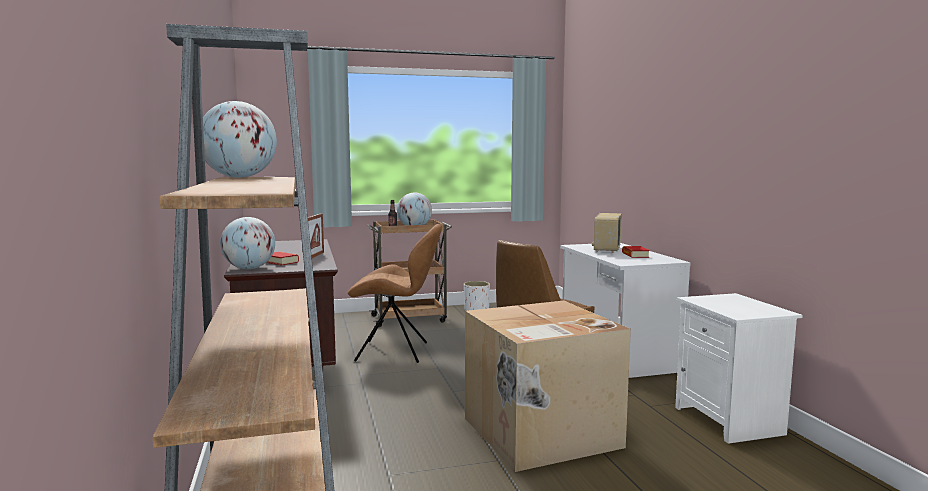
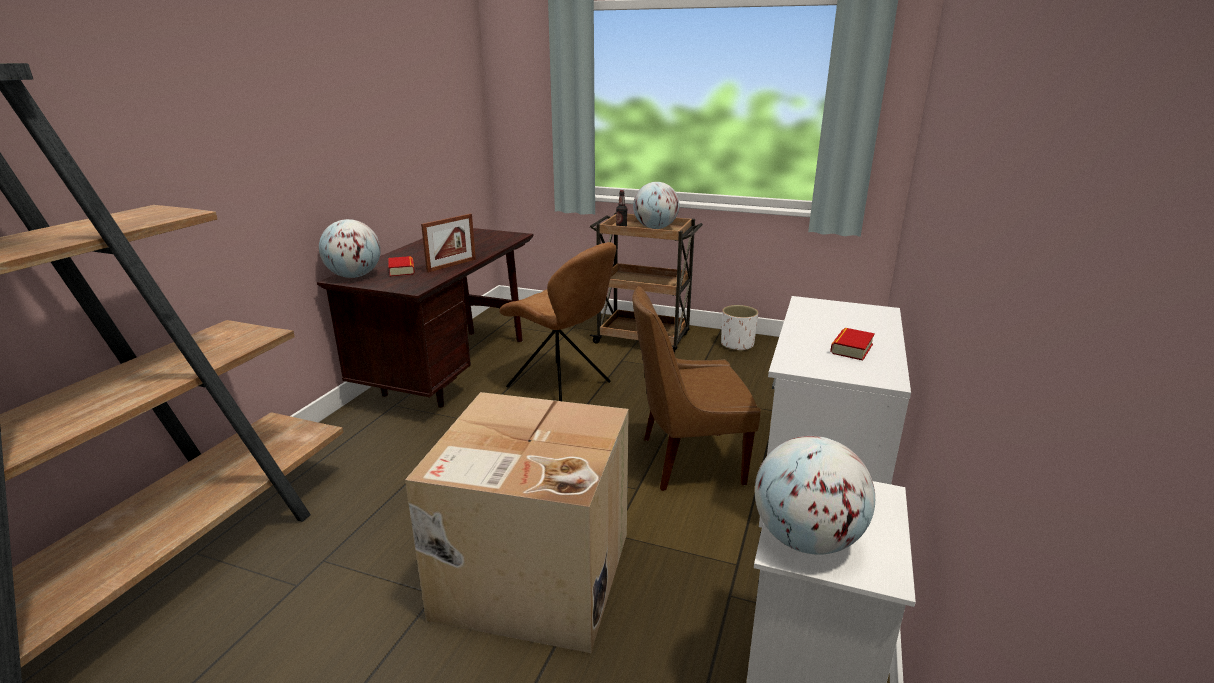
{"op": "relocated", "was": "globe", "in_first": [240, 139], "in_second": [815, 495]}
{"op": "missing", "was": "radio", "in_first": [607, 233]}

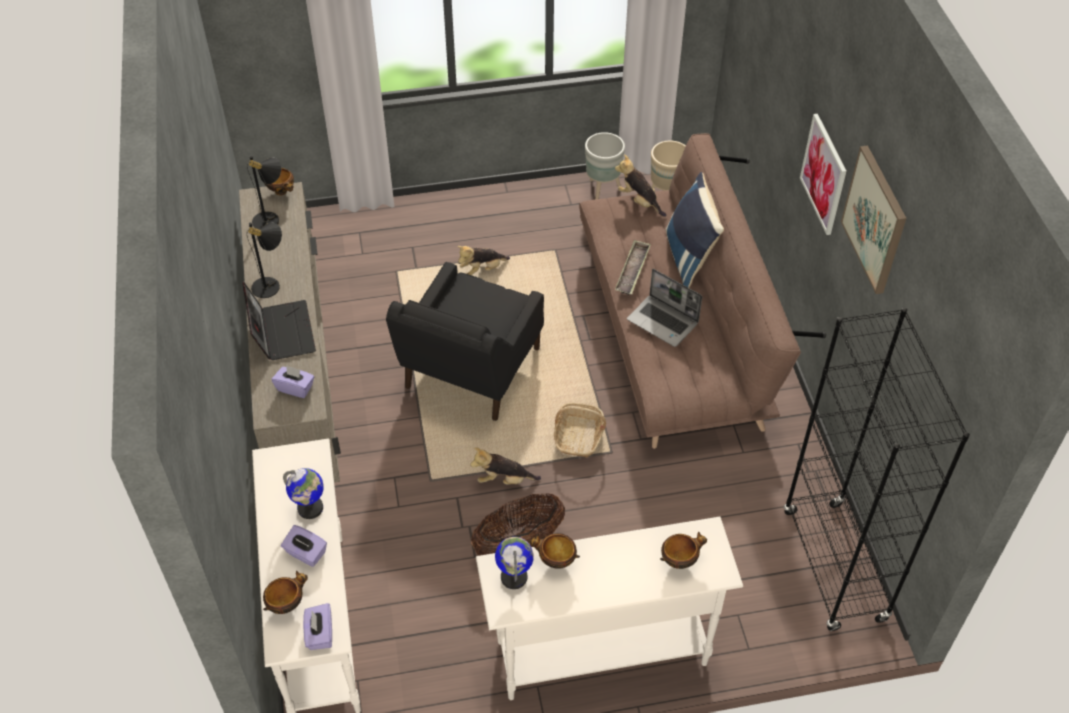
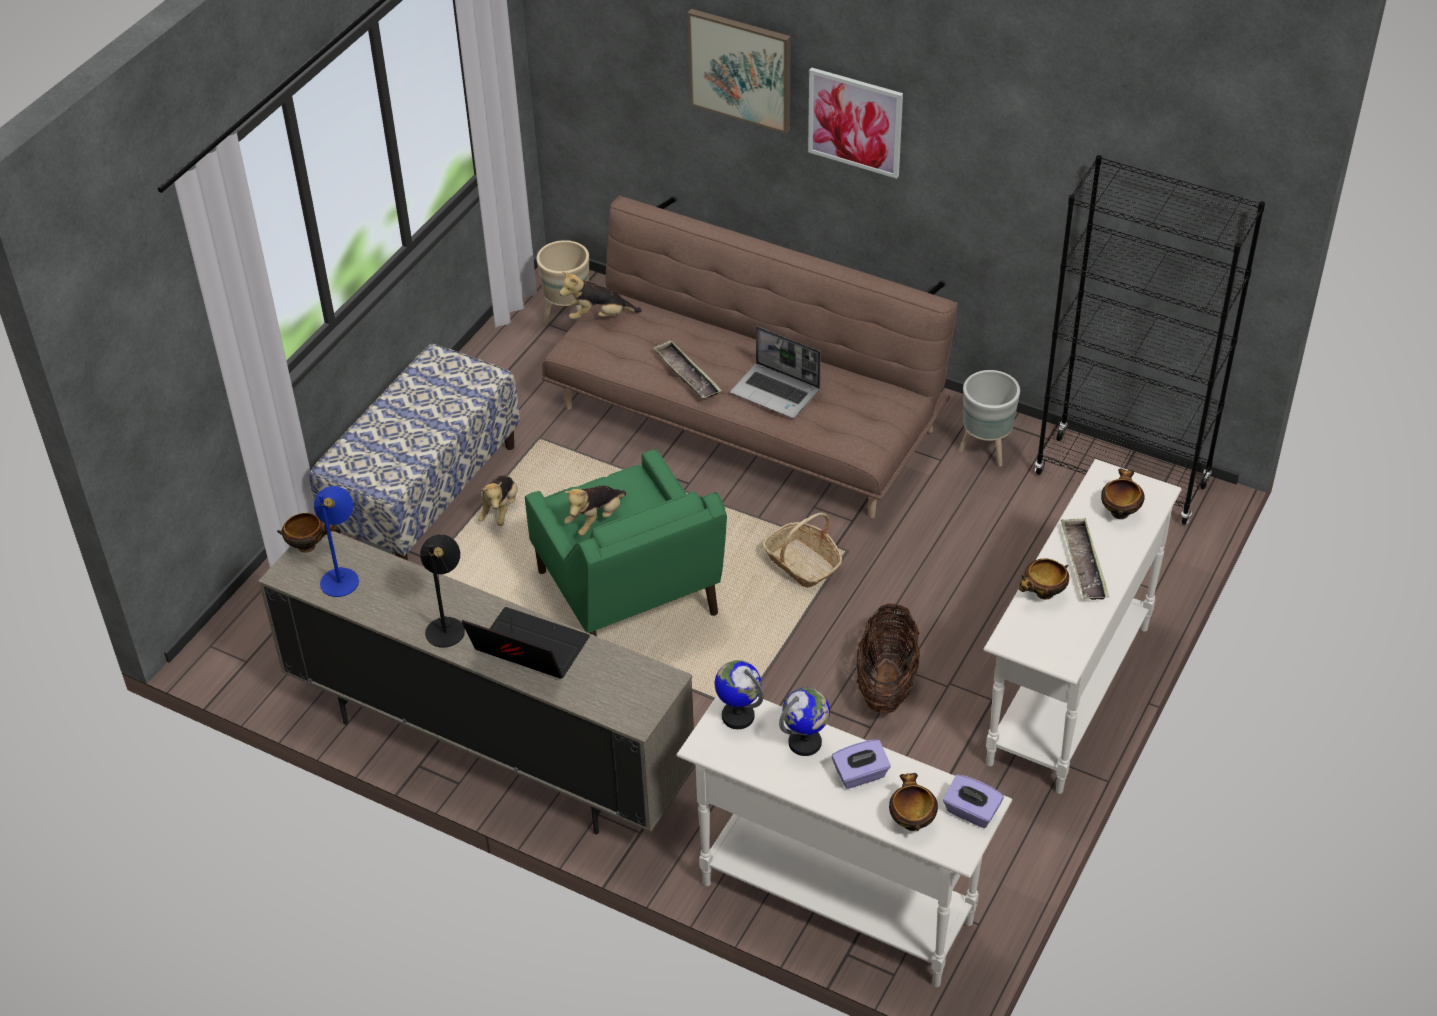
{"op": "colour", "was": "table lamp in black", "now": "table lamp in blue", "in_first": [264, 192], "in_second": [336, 541]}
{"op": "missing", "was": "tissue box in purple", "in_first": [293, 381]}
{"op": "colour", "was": "armchair in black", "now": "armchair in green", "in_first": [465, 341], "in_second": [626, 542]}
{"op": "relocated", "was": "plush toy", "in_first": [505, 466], "in_second": [595, 510]}
{"op": "relocated", "was": "globe", "in_first": [514, 563], "in_second": [739, 694]}
{"op": "relocated", "was": "planter in grey", "in_first": [605, 166], "in_second": [989, 418]}
{"op": "spun", "was": "laptop", "in_first": [664, 308], "in_second": [776, 372], "clockwise": 45}
{"op": "missing", "was": "pillow in blue", "in_first": [695, 230]}
{"op": "relocated", "was": "picture", "in_first": [873, 219], "in_second": [739, 71]}
{"op": "appeared", "now": "bench", "in_second": [414, 452]}
{"op": "appeared", "now": "tray", "in_second": [1085, 559]}

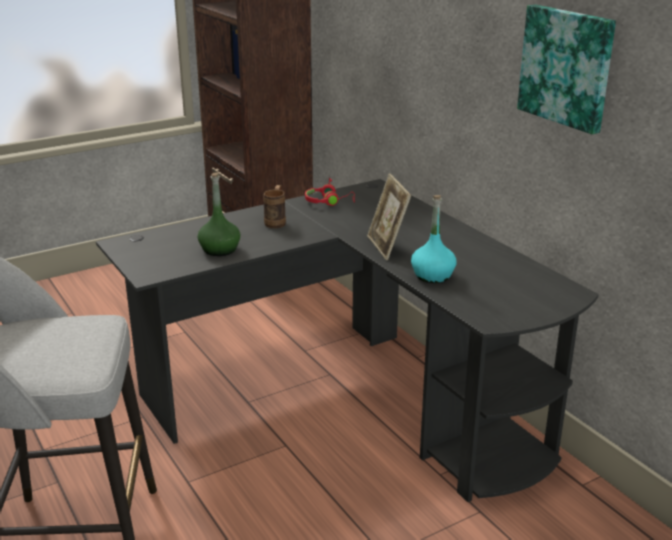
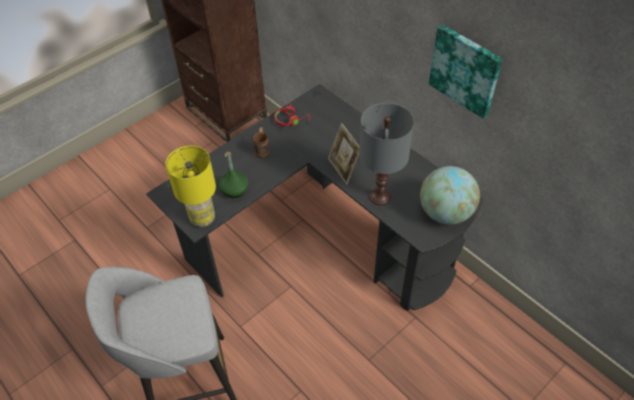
{"op": "exchanged", "was": "bottle in turquoise", "now": "table lamp in grey", "in_first": [433, 239], "in_second": [386, 154]}
{"op": "appeared", "now": "table lamp in yellow", "in_second": [190, 186]}
{"op": "appeared", "now": "globe", "in_second": [450, 195]}

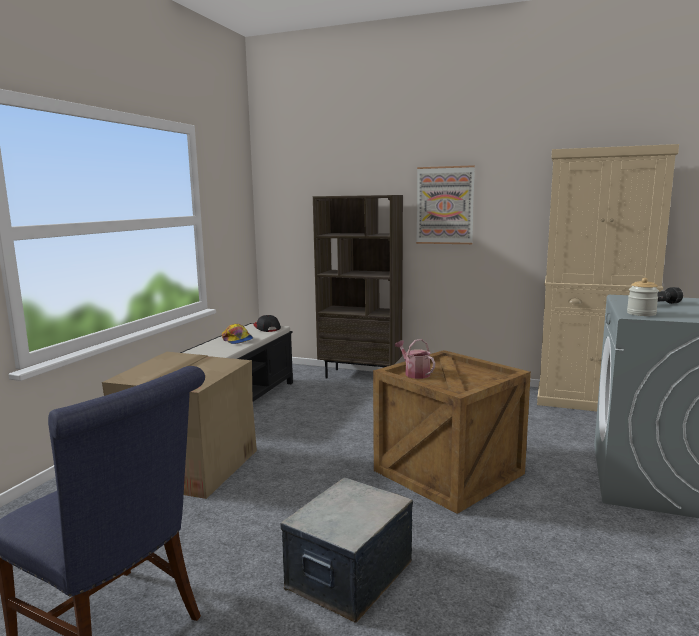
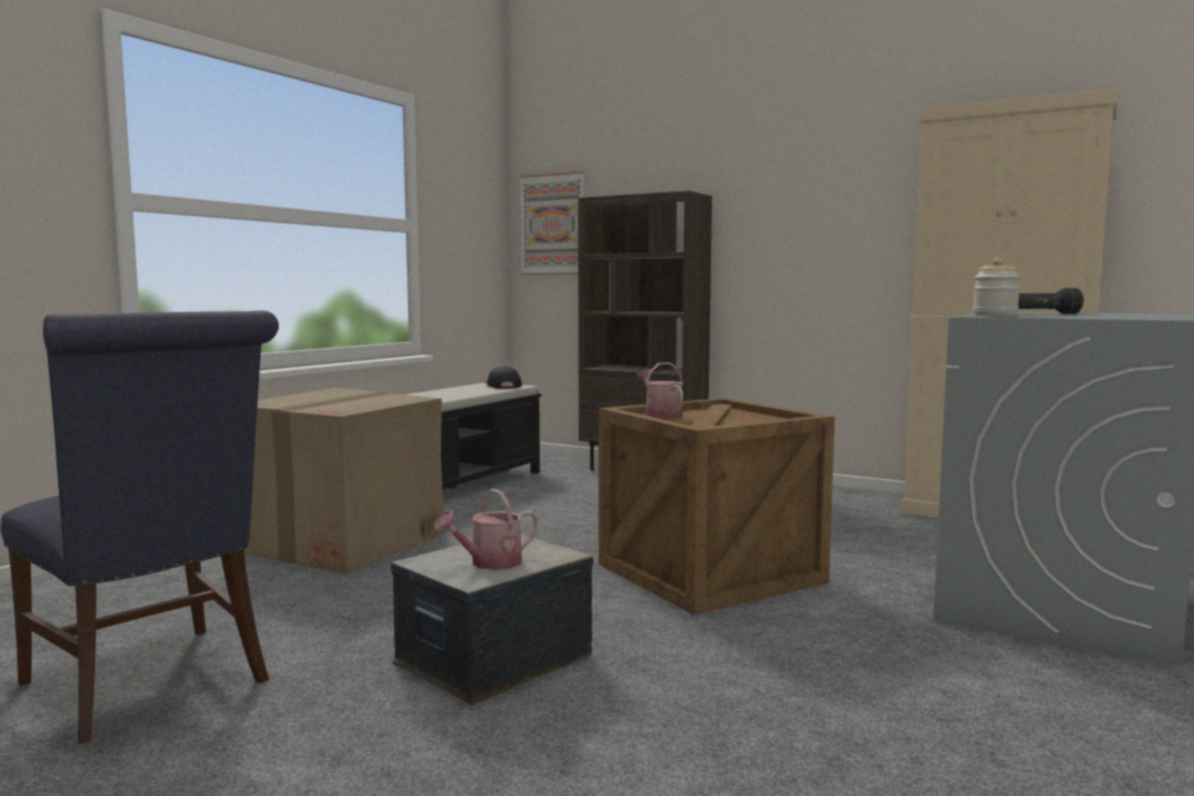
{"op": "missing", "was": "cap", "in_first": [237, 334]}
{"op": "relocated", "was": "picture", "in_first": [445, 204], "in_second": [552, 223]}
{"op": "appeared", "now": "watering can", "in_second": [486, 529]}

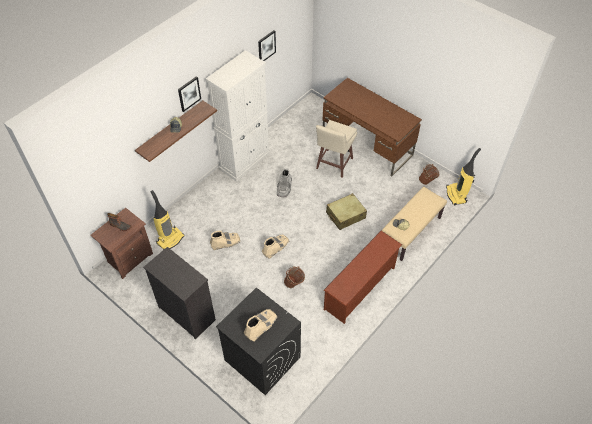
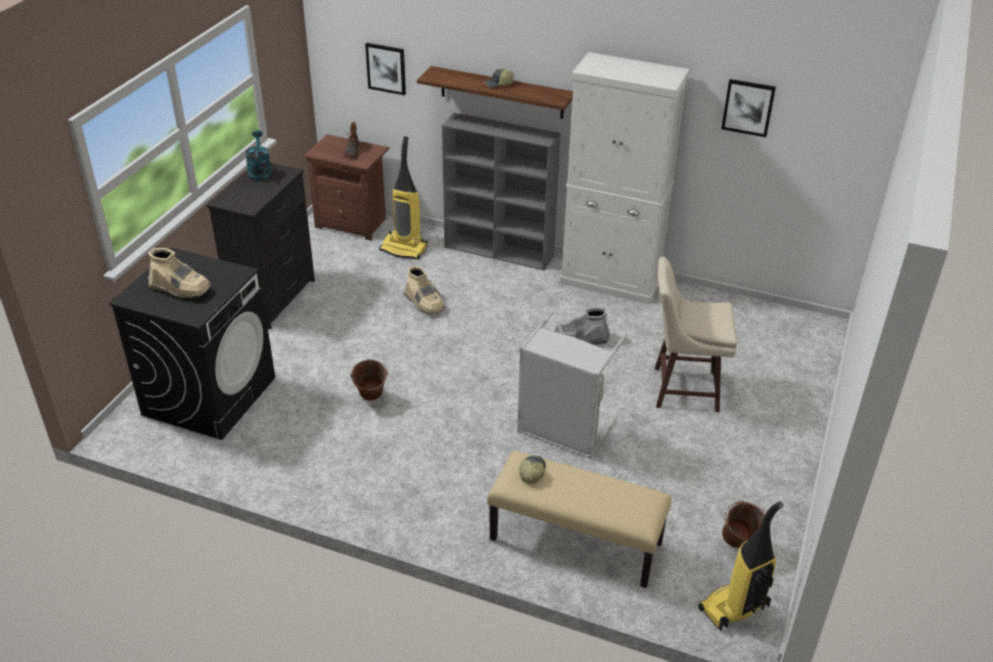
{"op": "relocated", "was": "picture", "in_first": [189, 94], "in_second": [385, 69]}
{"op": "missing", "was": "boot in beige", "in_first": [275, 247]}
{"op": "missing", "was": "desk in brown", "in_first": [372, 127]}
{"op": "missing", "was": "shoe rack in brown", "in_first": [363, 277]}
{"op": "exchanged", "was": "suitcase in beige", "now": "laundry basket in grey", "in_first": [346, 211], "in_second": [571, 385]}
{"op": "appeared", "now": "watering can in turquoise", "in_second": [258, 155]}
{"op": "appeared", "now": "bookcase in grey", "in_second": [501, 192]}

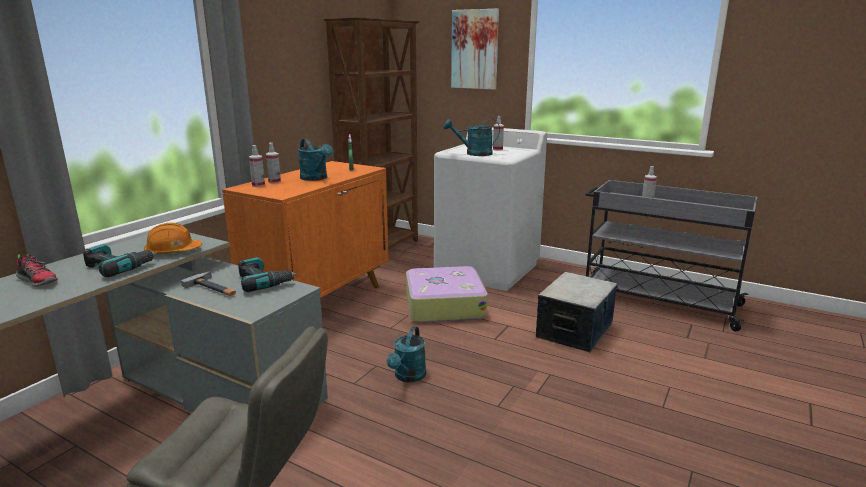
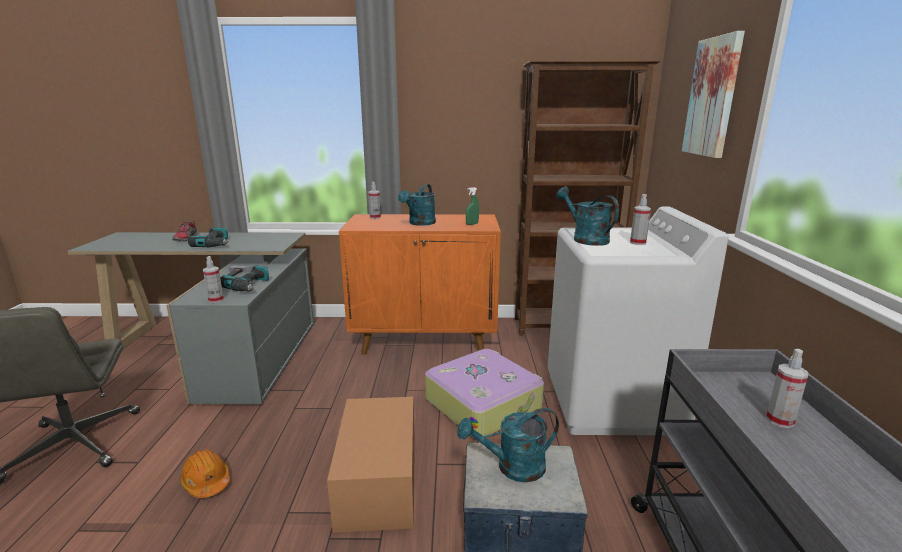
{"op": "relocated", "was": "hard hat in orange", "in_first": [173, 238], "in_second": [205, 473]}
{"op": "relocated", "was": "spray bottle", "in_first": [273, 163], "in_second": [213, 279]}
{"op": "relocated", "was": "watering can in turquoise", "in_first": [406, 354], "in_second": [508, 445]}
{"op": "appeared", "now": "cardboard box", "in_second": [371, 465]}

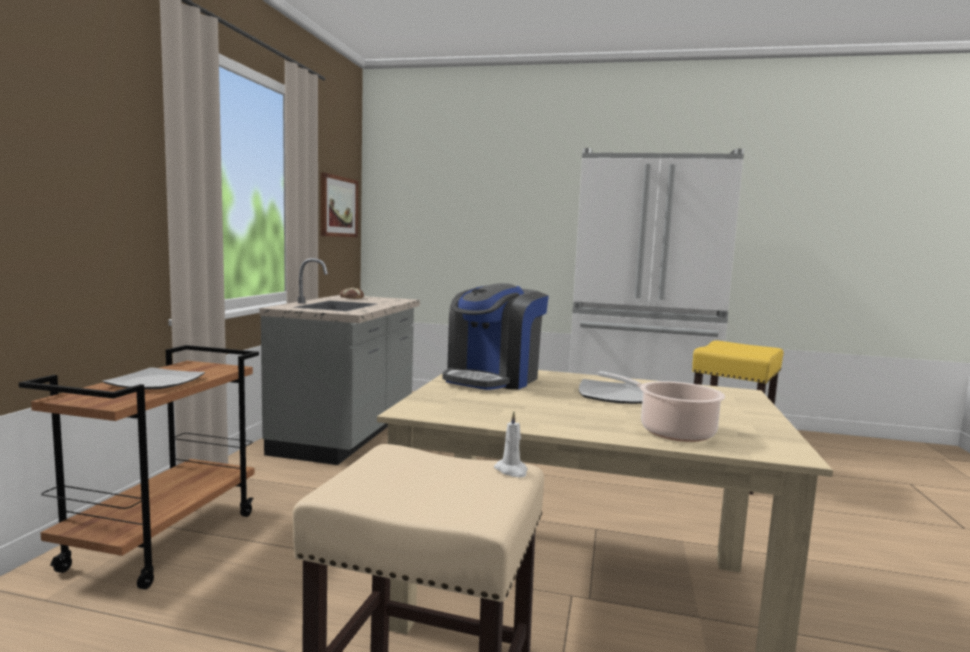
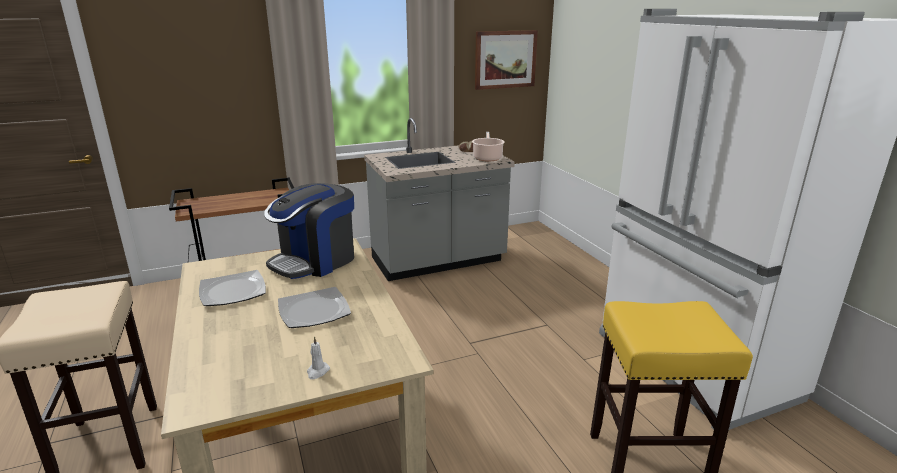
{"op": "relocated", "was": "plate", "in_first": [153, 378], "in_second": [232, 288]}
{"op": "spun", "was": "coffee machine", "in_first": [495, 336], "in_second": [309, 231], "clockwise": -45}
{"op": "relocated", "was": "candle in white", "in_first": [511, 444], "in_second": [318, 358]}
{"op": "relocated", "was": "cooking pot", "in_first": [661, 406], "in_second": [488, 146]}

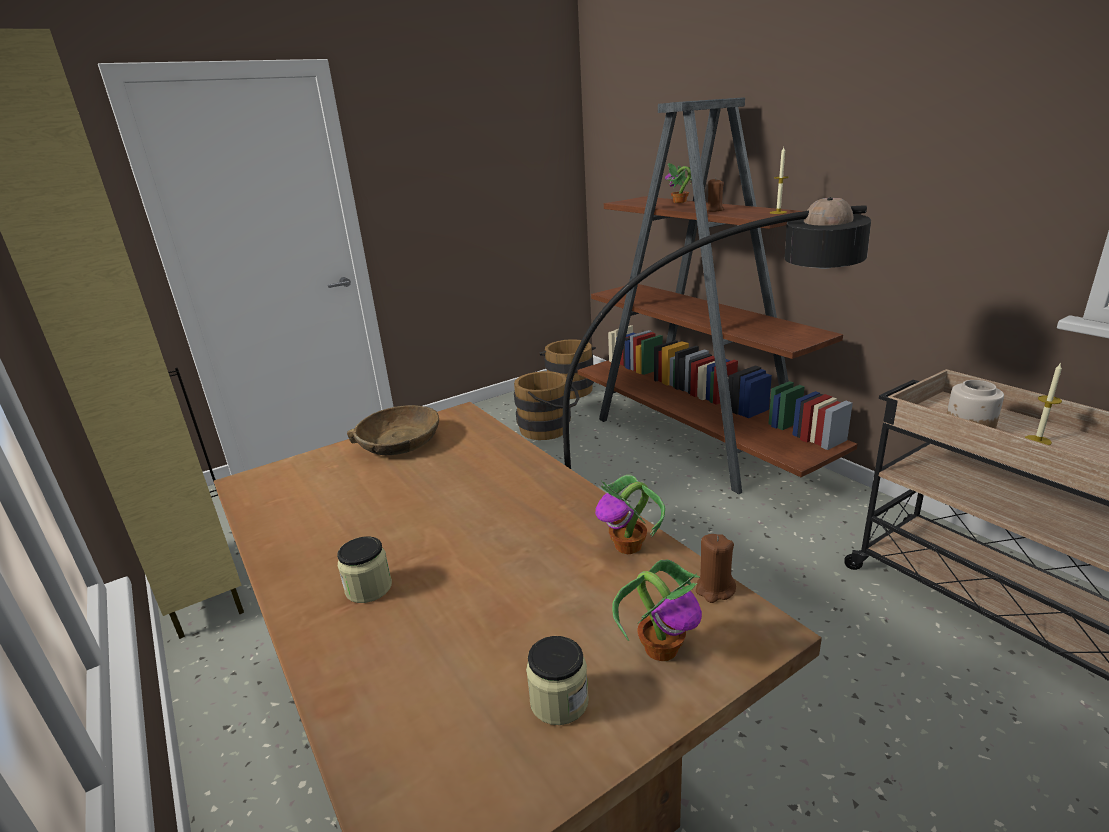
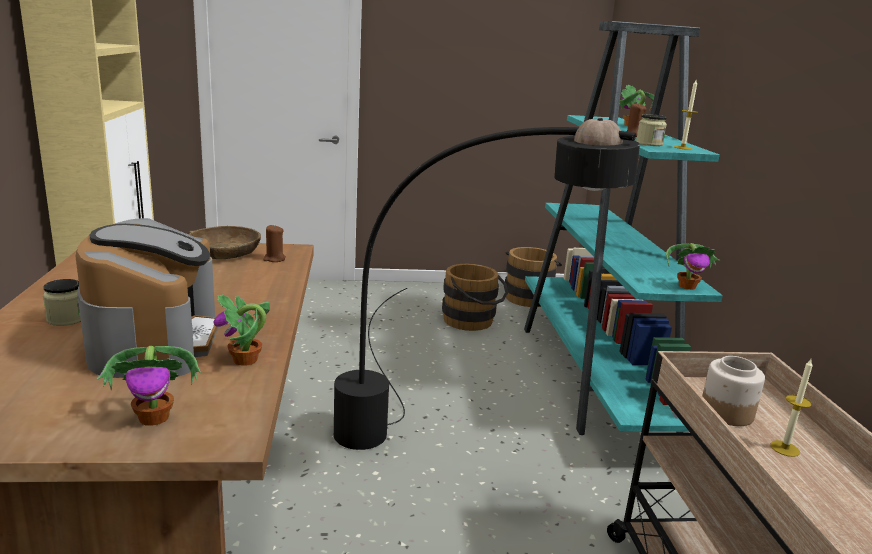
{"op": "relocated", "was": "jar", "in_first": [557, 680], "in_second": [651, 130]}
{"op": "colour", "was": "bookcase in brown", "now": "bookcase in turquoise", "in_first": [717, 295], "in_second": [623, 228]}
{"op": "relocated", "was": "candle in brown", "in_first": [716, 568], "in_second": [274, 243]}
{"op": "appeared", "now": "coffee machine", "in_second": [147, 298]}
{"op": "appeared", "now": "potted plant", "in_second": [693, 266]}

